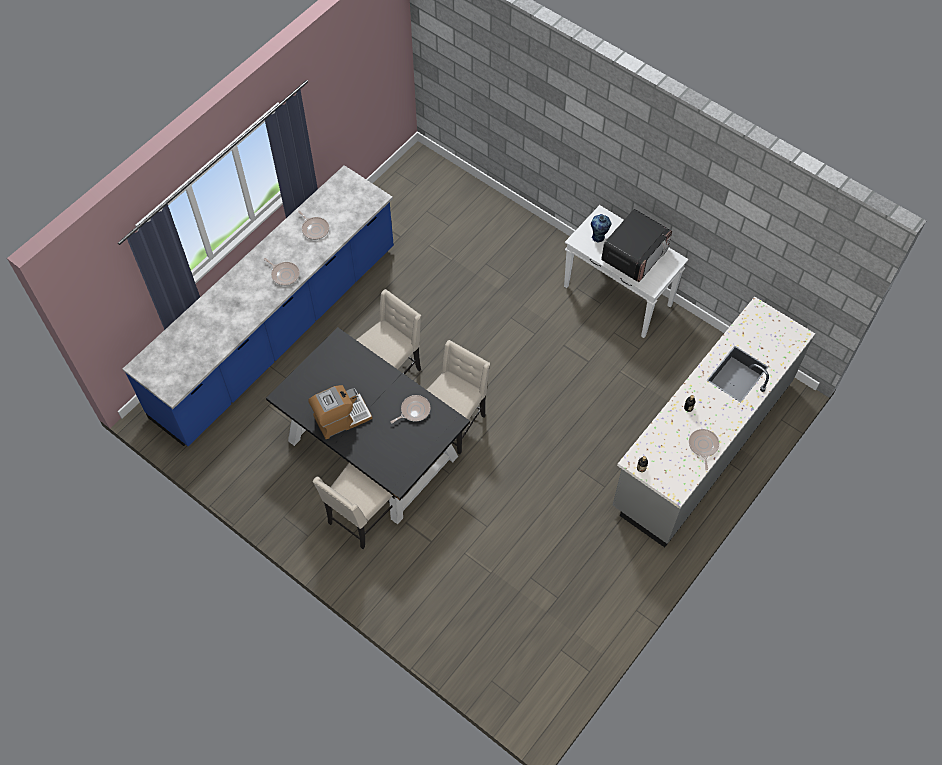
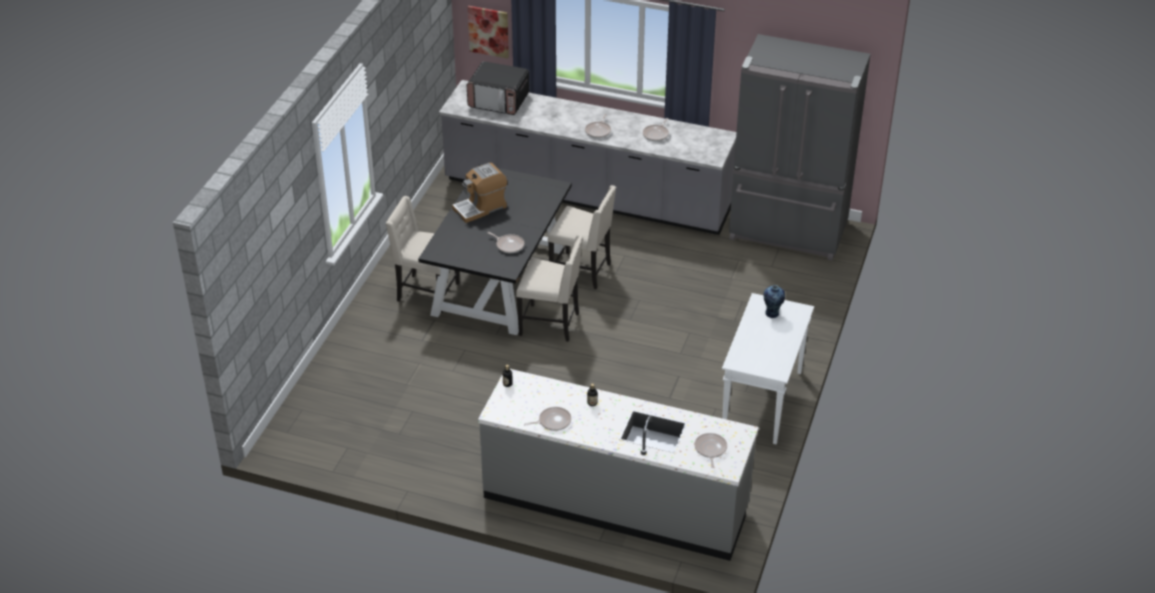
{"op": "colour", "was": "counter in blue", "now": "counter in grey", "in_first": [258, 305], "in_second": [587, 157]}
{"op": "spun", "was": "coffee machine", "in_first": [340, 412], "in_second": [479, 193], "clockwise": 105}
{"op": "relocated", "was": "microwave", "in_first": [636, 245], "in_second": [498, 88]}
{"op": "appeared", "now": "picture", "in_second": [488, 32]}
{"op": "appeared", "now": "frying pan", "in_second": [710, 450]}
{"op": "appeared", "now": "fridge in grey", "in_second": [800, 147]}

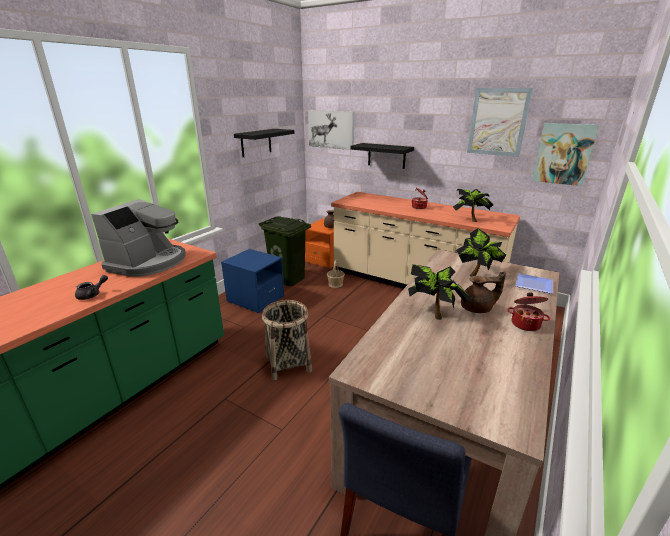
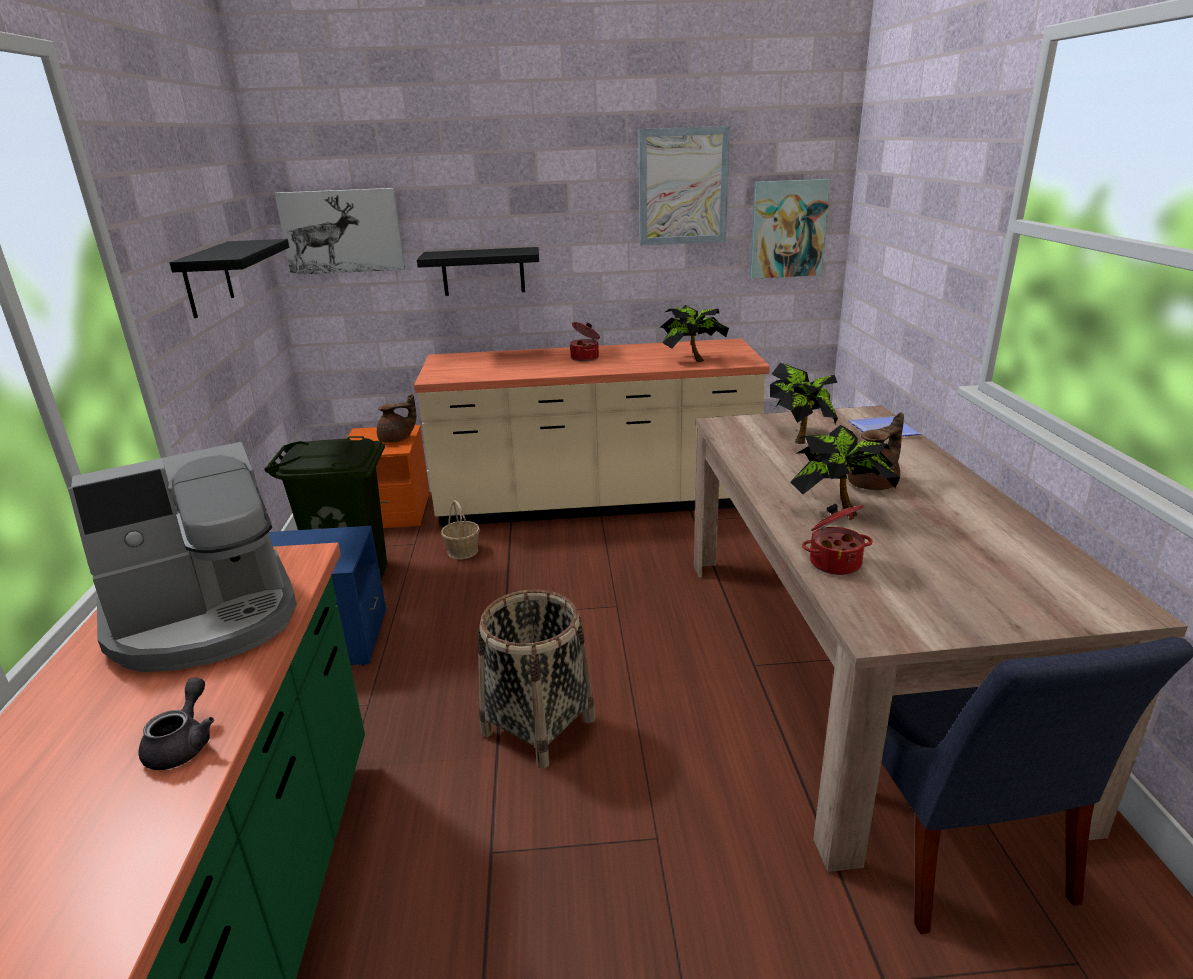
{"op": "spun", "was": "coffee machine", "in_first": [138, 238], "in_second": [182, 557], "clockwise": 75}
{"op": "relocated", "was": "cooking pot", "in_first": [528, 312], "in_second": [837, 539]}

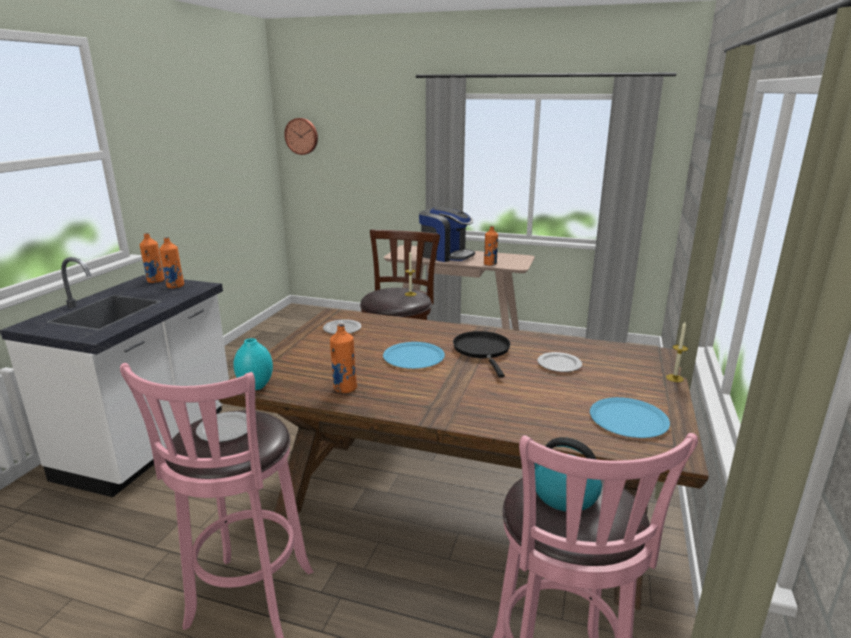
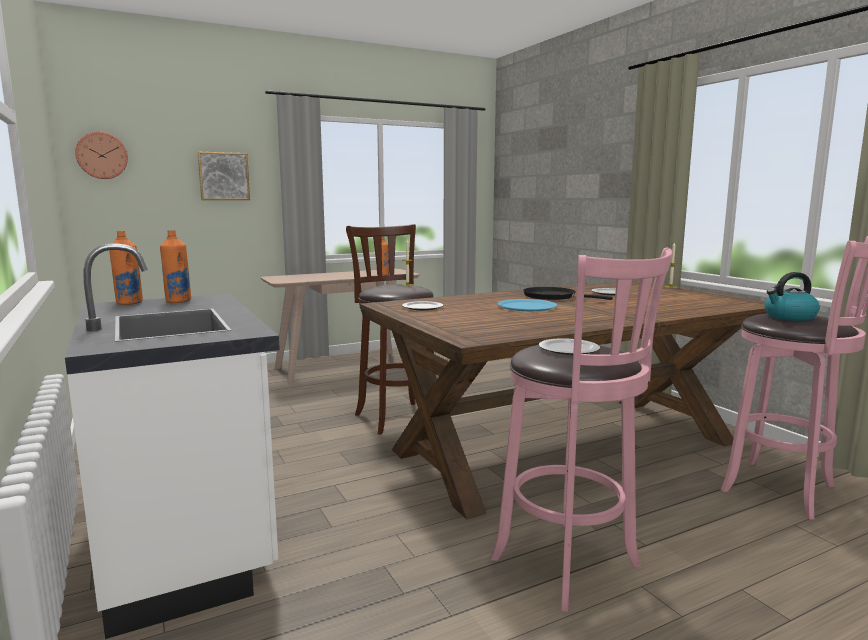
{"op": "missing", "was": "vase in turquoise", "in_first": [253, 364]}
{"op": "missing", "was": "bottle in orange", "in_first": [343, 358]}
{"op": "missing", "was": "coffee machine", "in_first": [447, 234]}
{"op": "missing", "was": "plate in blue", "in_first": [630, 417]}
{"op": "appeared", "now": "picture", "in_second": [223, 176]}

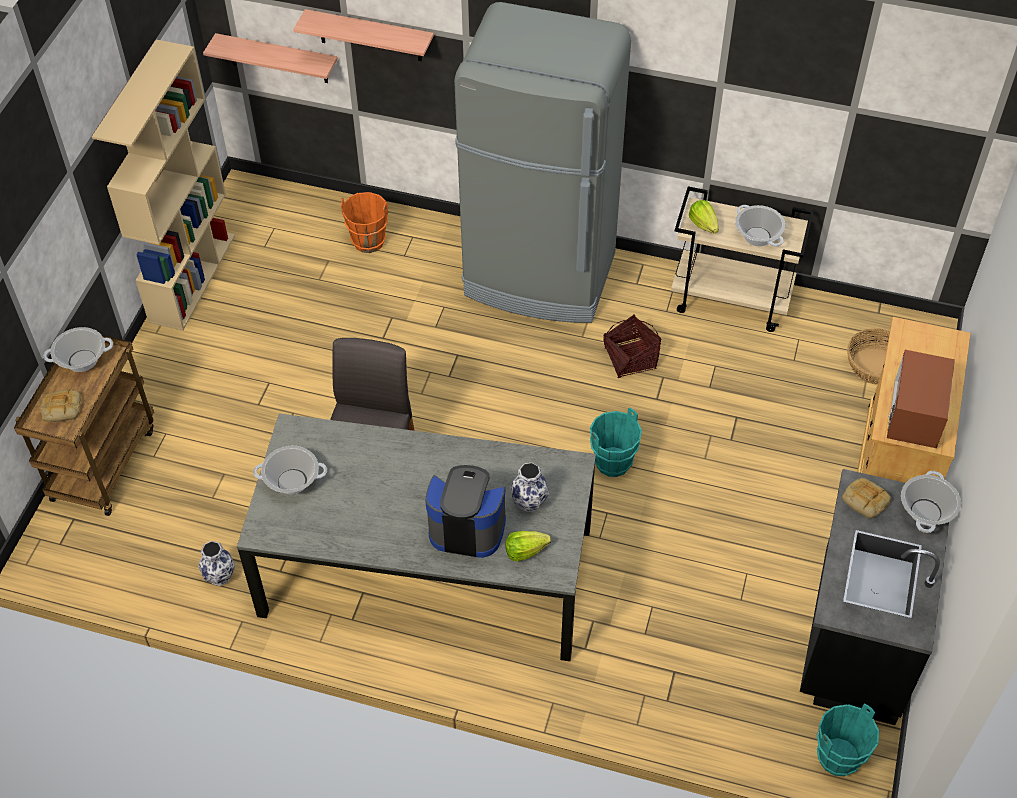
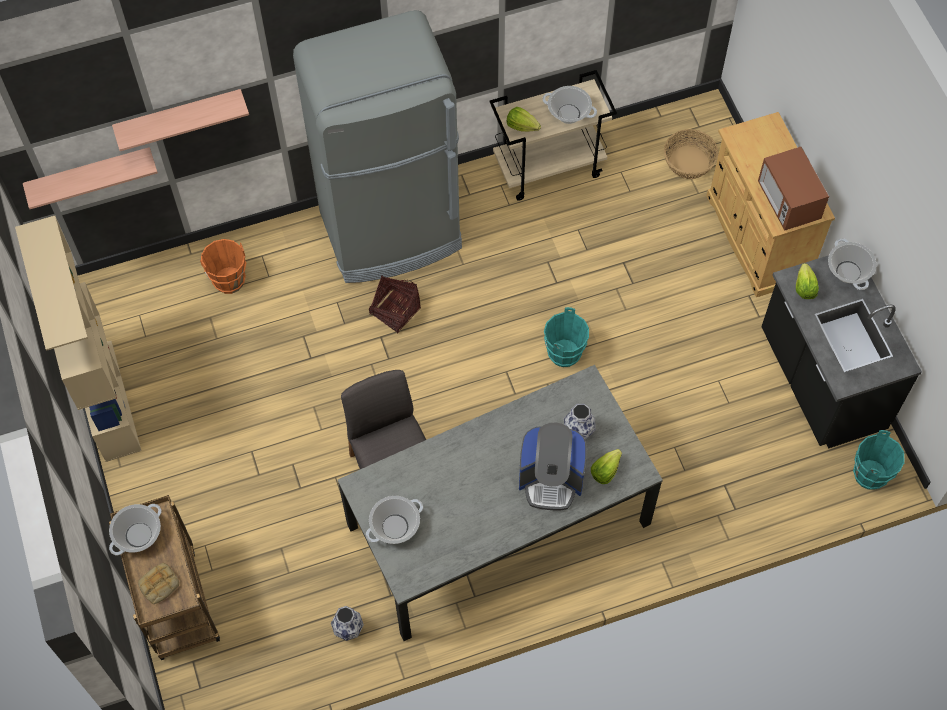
{"op": "spun", "was": "coffee machine", "in_first": [465, 511], "in_second": [552, 466], "clockwise": -150}
{"op": "relocated", "was": "basket", "in_first": [632, 346], "in_second": [395, 304]}
{"op": "exchanged", "was": "bread", "now": "lettuce", "in_first": [866, 498], "in_second": [807, 281]}

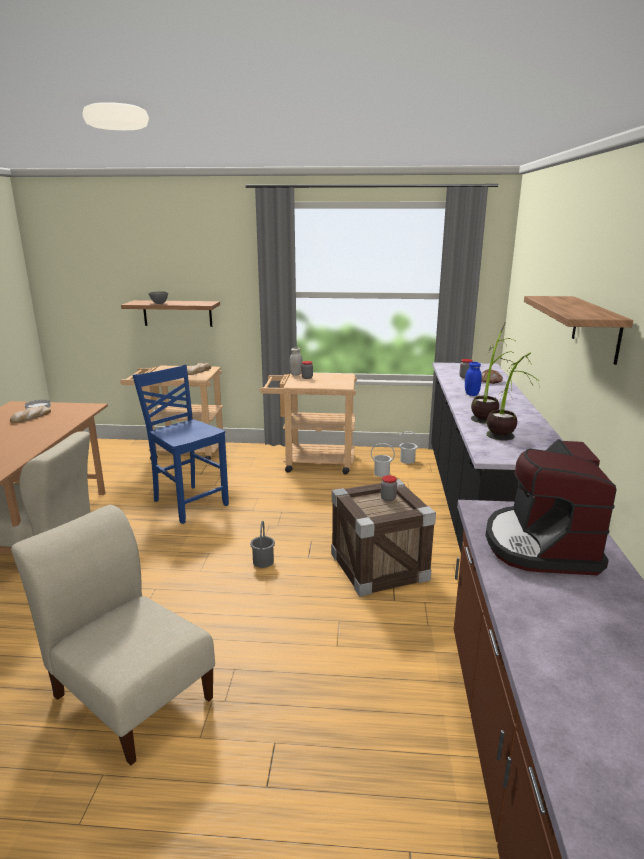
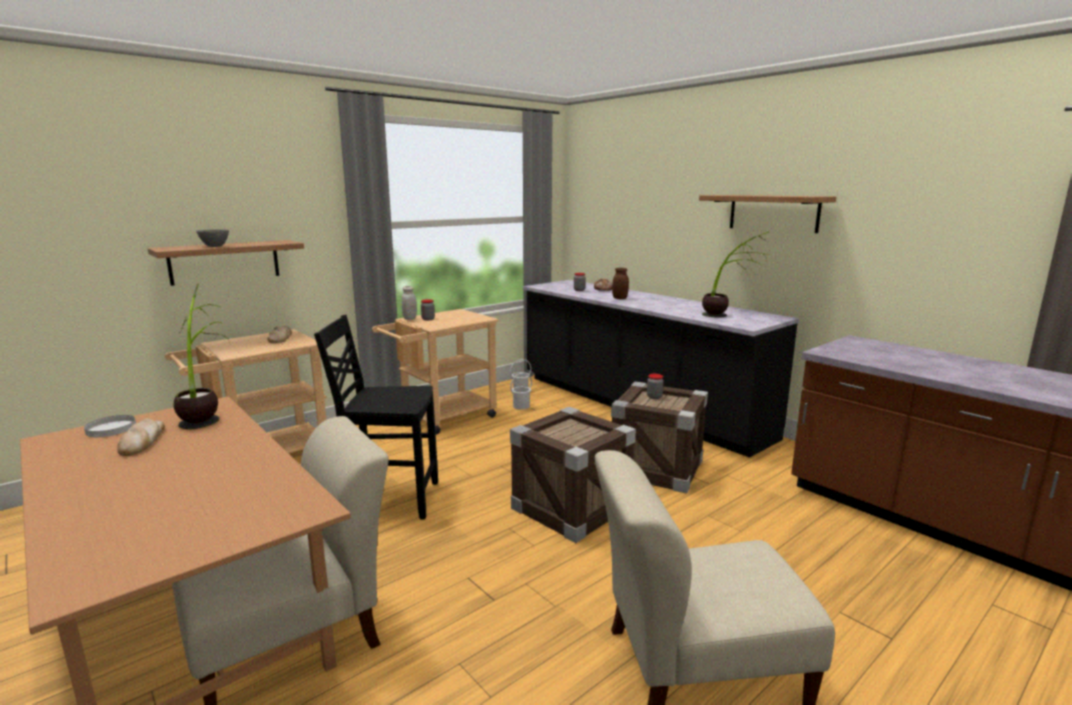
{"op": "colour", "was": "chair in blue", "now": "chair in black", "in_first": [180, 444], "in_second": [376, 417]}
{"op": "exchanged", "was": "bucket in grey", "now": "crate", "in_first": [262, 544], "in_second": [573, 475]}
{"op": "colour", "was": "jar in blue", "now": "jar in brown", "in_first": [473, 379], "in_second": [620, 283]}
{"op": "relocated", "was": "potted plant", "in_first": [494, 373], "in_second": [200, 356]}
{"op": "missing", "was": "coffee machine", "in_first": [551, 507]}

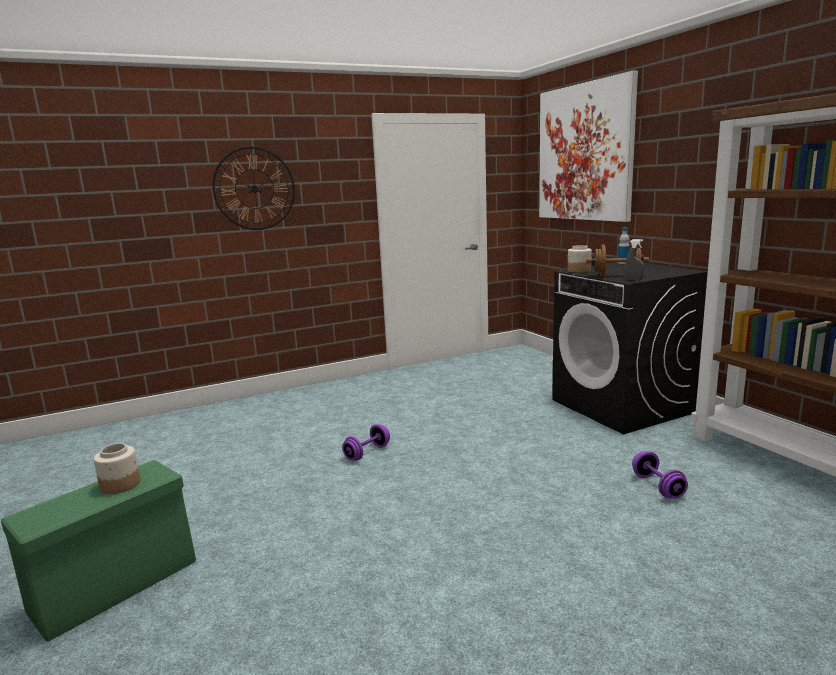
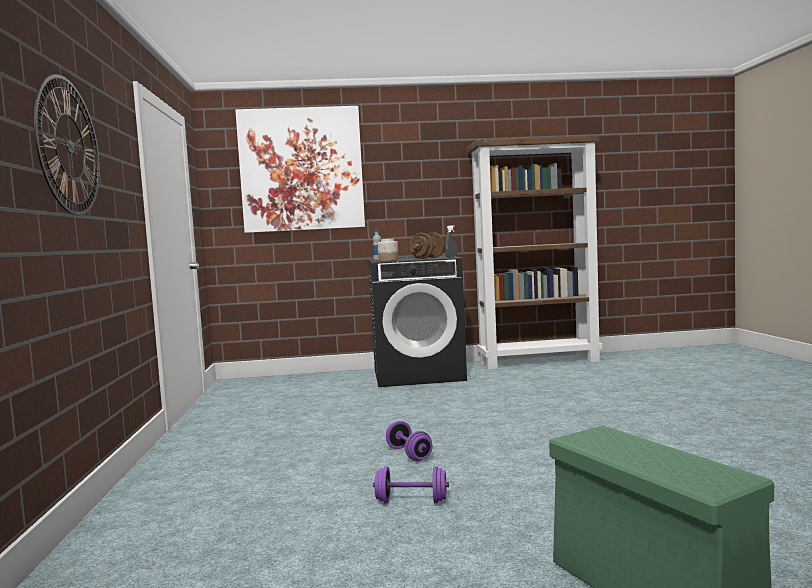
{"op": "missing", "was": "jar", "in_first": [117, 468]}
{"op": "relocated", "was": "dumbbell in purple", "in_first": [660, 475], "in_second": [411, 484]}

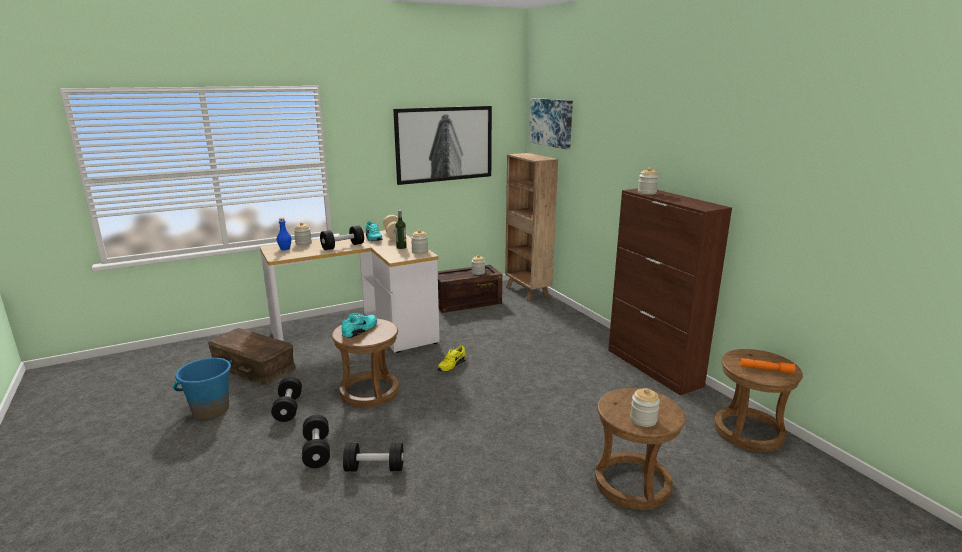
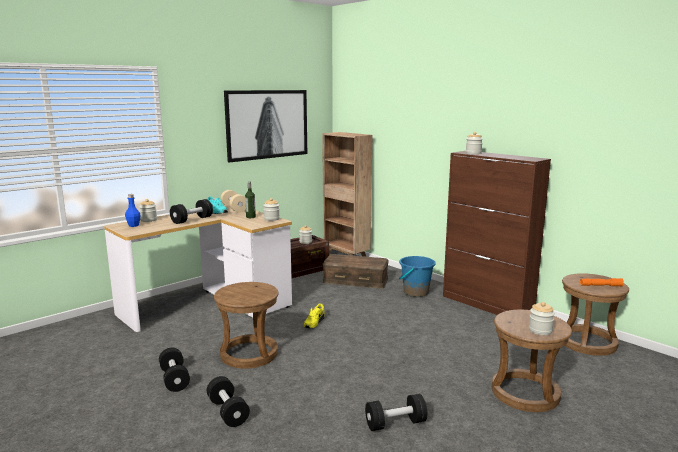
{"op": "relocated", "was": "bucket in blue", "in_first": [202, 388], "in_second": [417, 276]}
{"op": "relocated", "was": "storage box in brown", "in_first": [252, 356], "in_second": [356, 271]}
{"op": "missing", "was": "shoe in turquoise", "in_first": [359, 325]}
{"op": "relocated", "was": "dumbbell in black", "in_first": [373, 457], "in_second": [396, 412]}
{"op": "missing", "was": "picture", "in_first": [551, 124]}

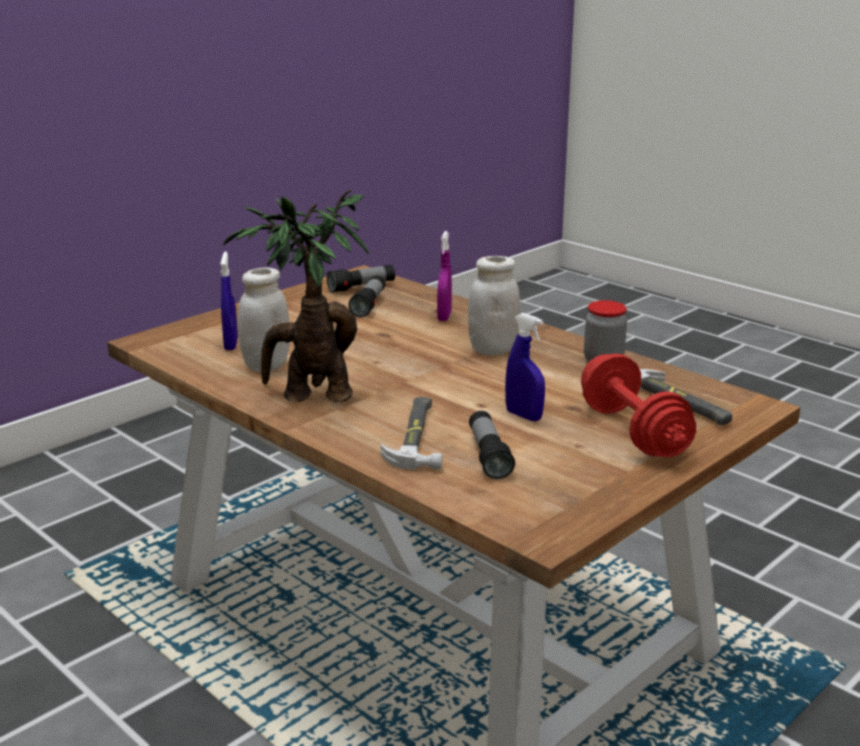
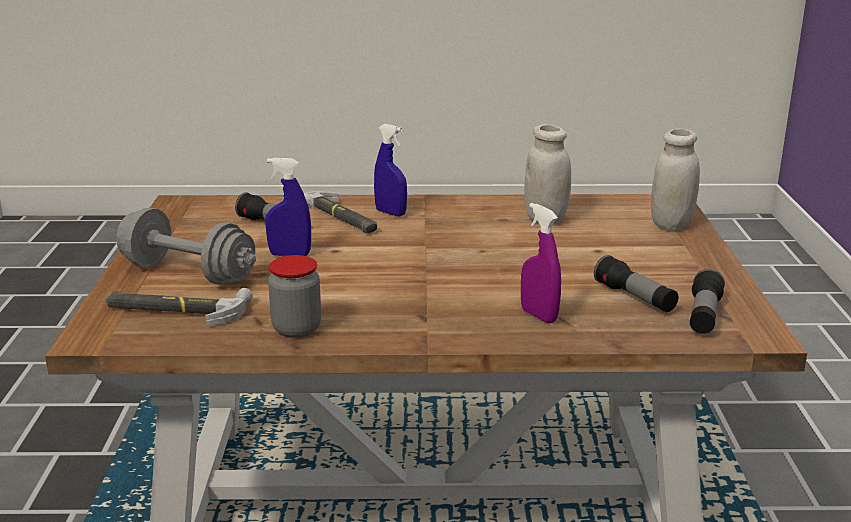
{"op": "relocated", "was": "spray bottle in blue", "in_first": [229, 300], "in_second": [390, 170]}
{"op": "missing", "was": "potted plant", "in_first": [296, 295]}
{"op": "relocated", "was": "jar in white", "in_first": [494, 305], "in_second": [675, 180]}
{"op": "colour", "was": "dumbbell in red", "now": "dumbbell in grey", "in_first": [638, 405], "in_second": [186, 246]}

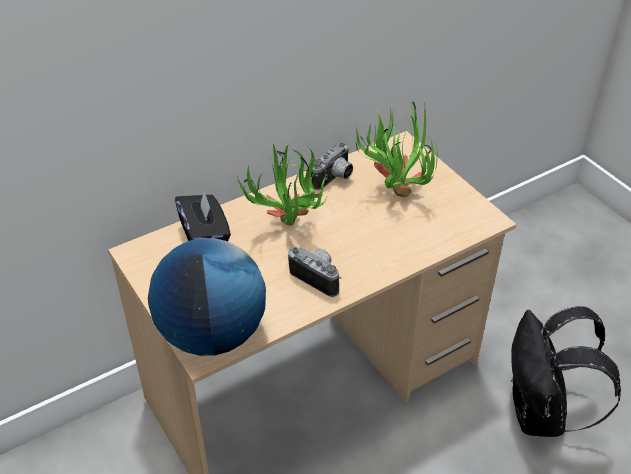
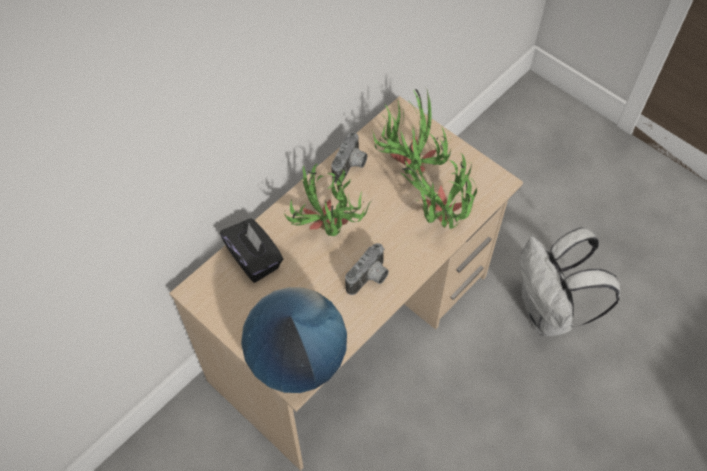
{"op": "spun", "was": "photo camera", "in_first": [314, 272], "in_second": [367, 269], "clockwise": 105}
{"op": "colour", "was": "backpack in black", "now": "backpack in white", "in_first": [566, 371], "in_second": [570, 282]}
{"op": "appeared", "now": "potted plant", "in_second": [438, 191]}

